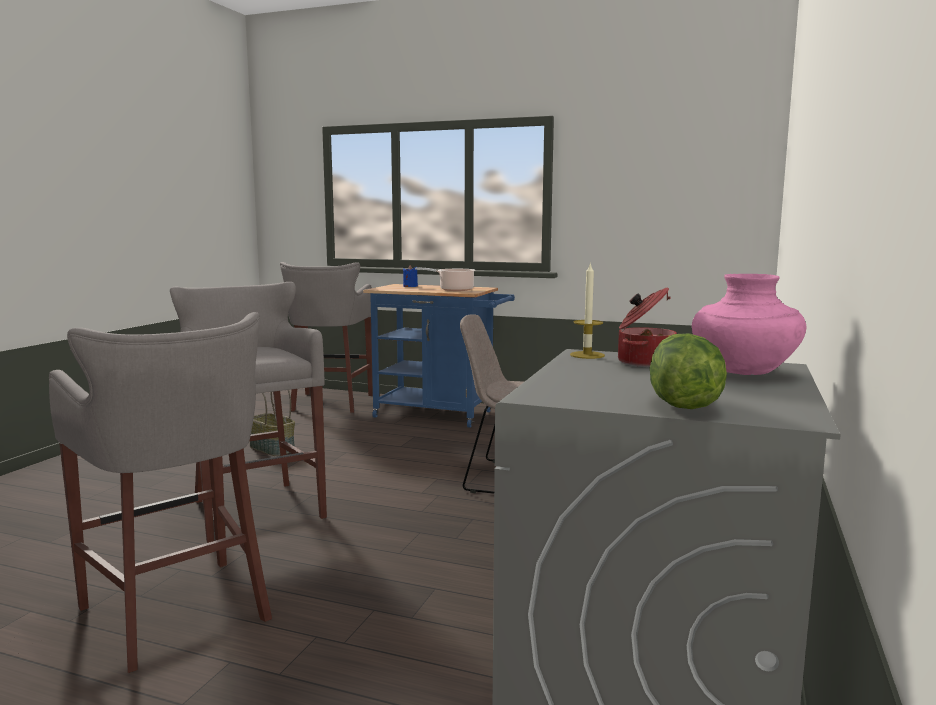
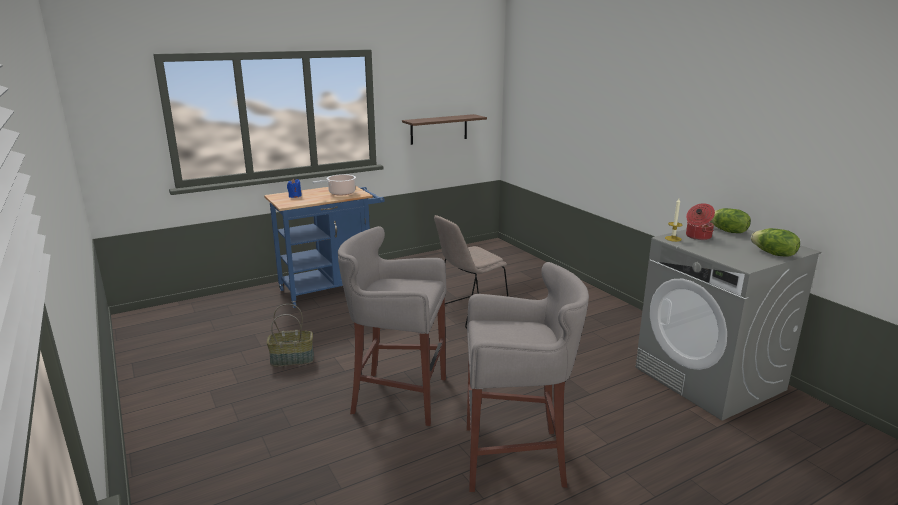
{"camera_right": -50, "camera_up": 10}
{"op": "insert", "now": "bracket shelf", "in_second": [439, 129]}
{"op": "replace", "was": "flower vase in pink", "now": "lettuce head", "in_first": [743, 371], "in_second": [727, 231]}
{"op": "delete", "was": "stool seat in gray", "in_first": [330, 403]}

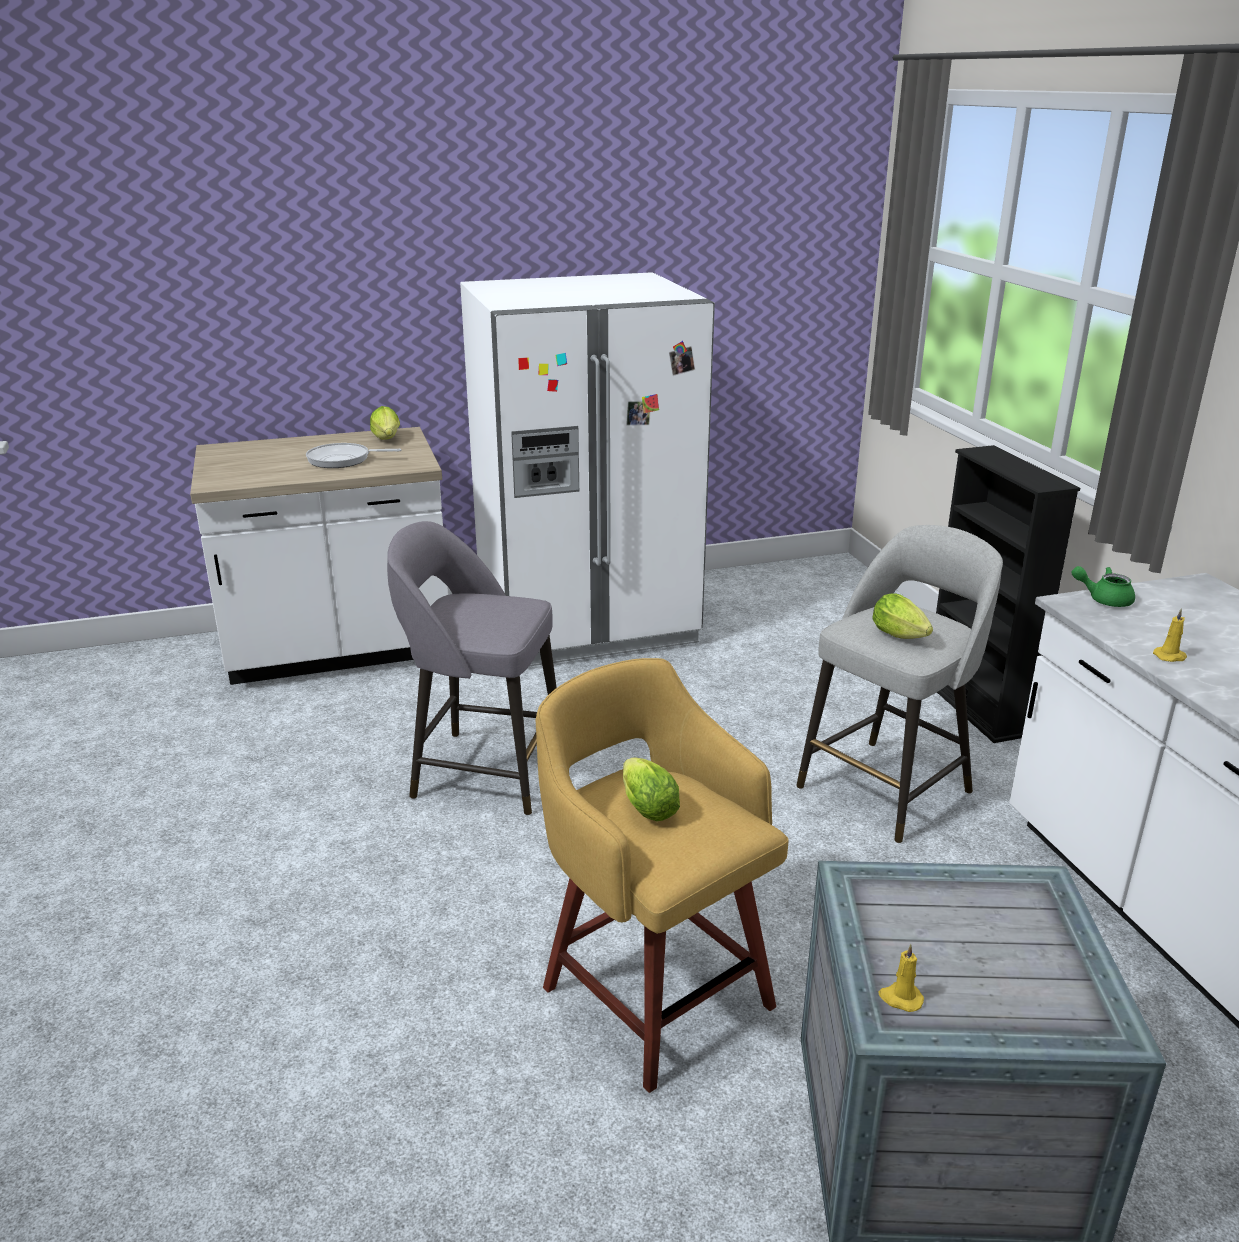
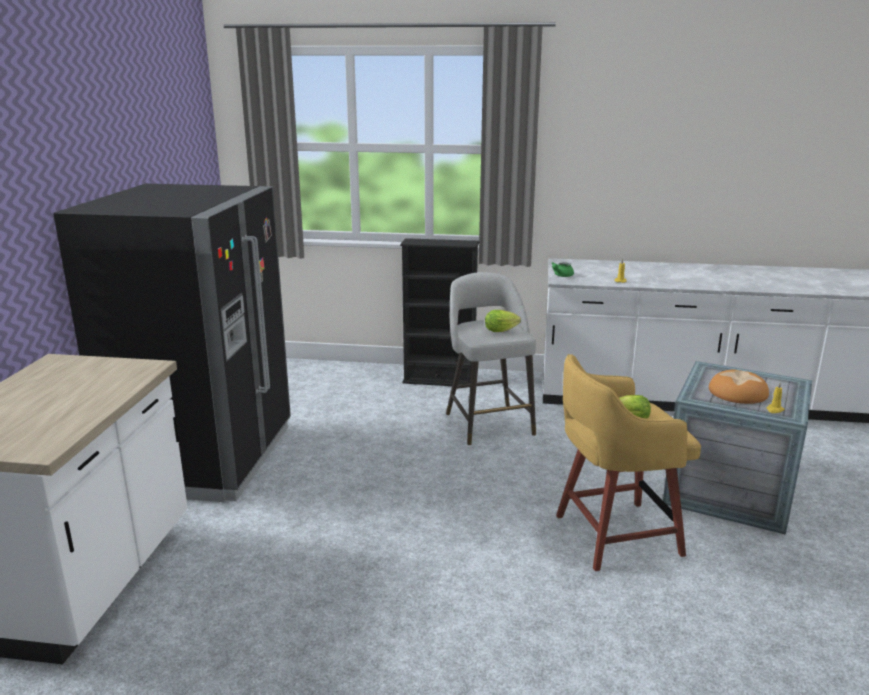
{"camera_right": -65, "camera_up": -5}
{"op": "recolor", "was": "fridge in white-coloured", "now": "fridge in black-coloured", "in_first": [586, 623], "in_second": [206, 458]}
{"op": "insert", "now": "baked bread", "in_second": [738, 393]}
{"op": "delete", "was": "pan", "in_first": [343, 460]}
{"op": "delete", "was": "lettuce head", "in_first": [387, 440]}
{"op": "delete", "was": "stool seat in gray", "in_first": [484, 771]}

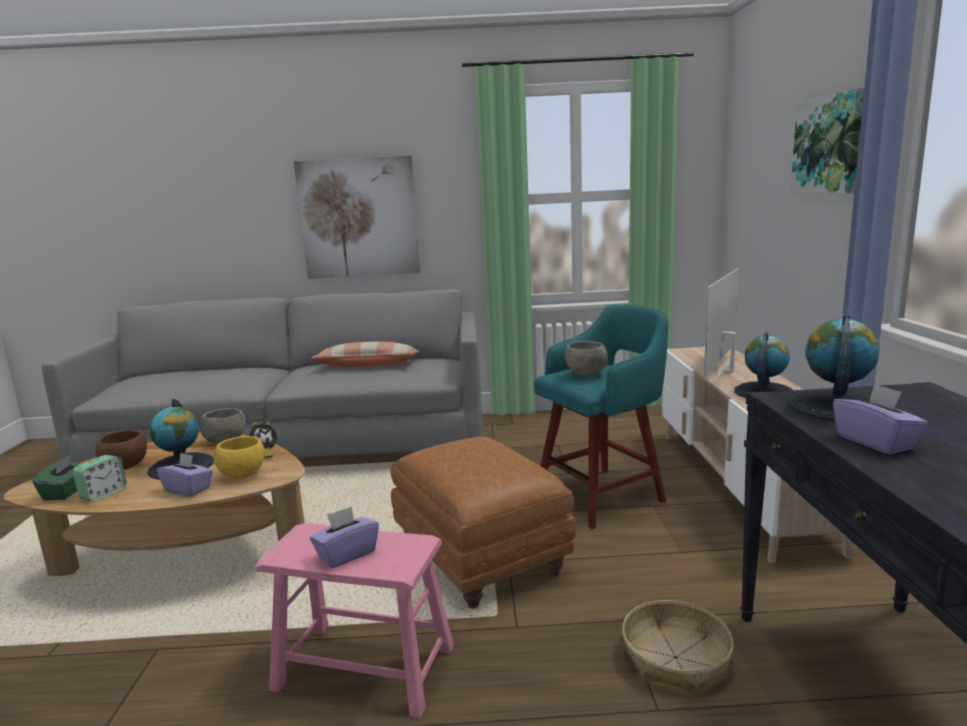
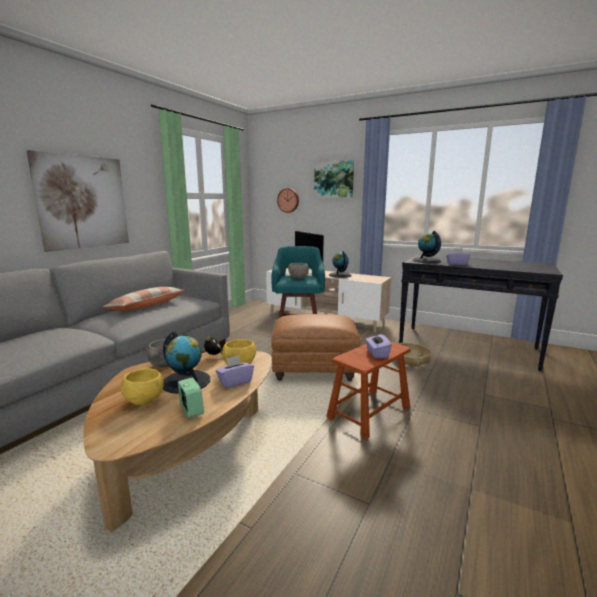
{"camera_right": -60, "camera_up": 0}
{"op": "recolor", "was": "deep dish in brown", "now": "deep dish in yellowish", "in_first": [126, 466], "in_second": [144, 401]}
{"op": "insert", "now": "clock on the wall", "in_second": [288, 200]}
{"op": "recolor", "was": "stool seat in pink", "now": "stool seat in brown", "in_first": [365, 667], "in_second": [369, 412]}
{"op": "delete", "was": "tissue box in greenish", "in_first": [67, 492]}

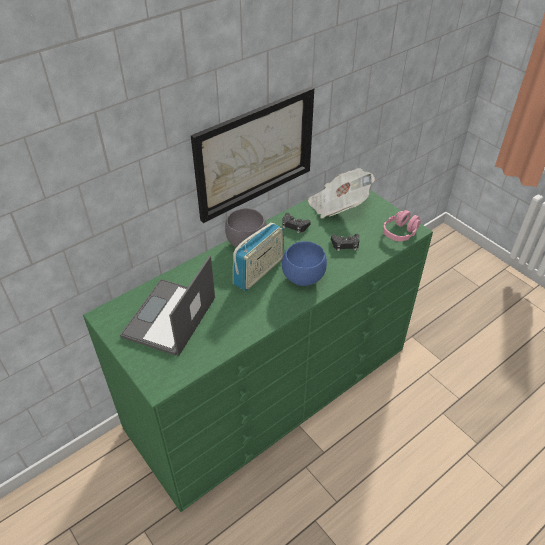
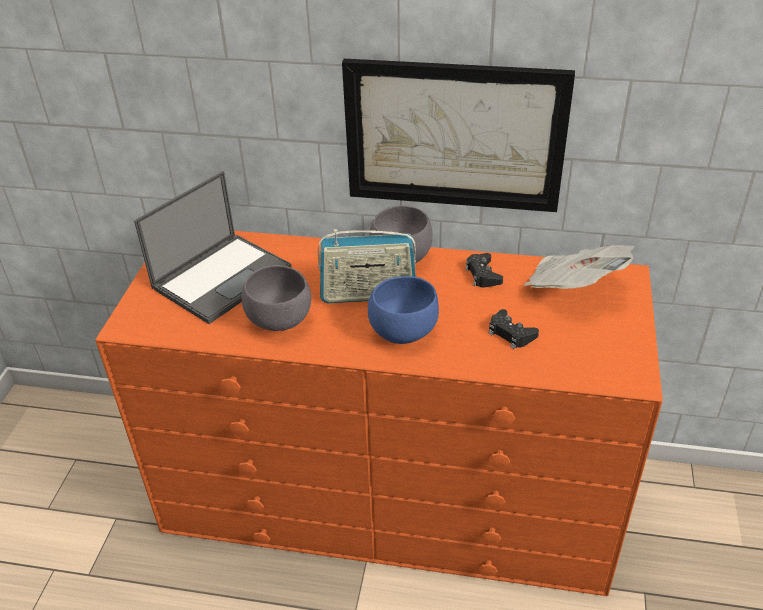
{"camera_right": 50, "camera_up": -5}
{"op": "recolor", "was": "chest of drawers in greenish", "now": "chest of drawers in orangey", "in_first": [271, 387], "in_second": [389, 496]}
{"op": "rotate", "was": "notebook computer", "in_first": [169, 318], "in_second": [223, 276], "clockwise": 150}
{"op": "insert", "now": "deep dish in gray", "in_second": [281, 320]}
{"op": "delete", "was": "headset in pink", "in_first": [400, 232]}

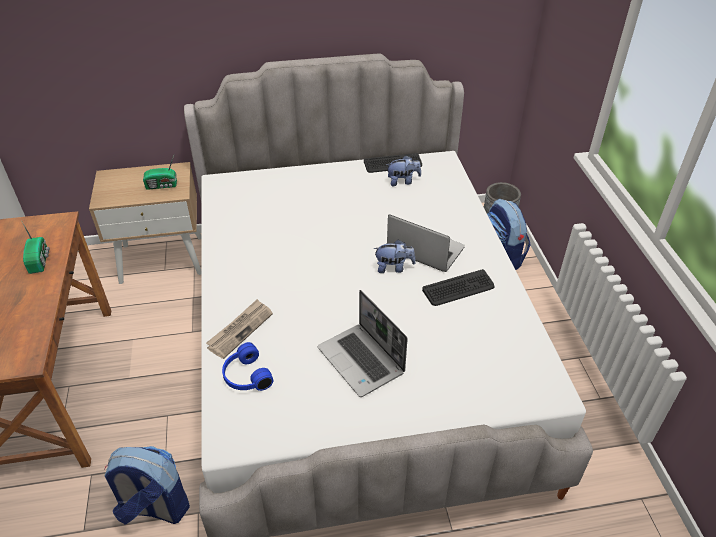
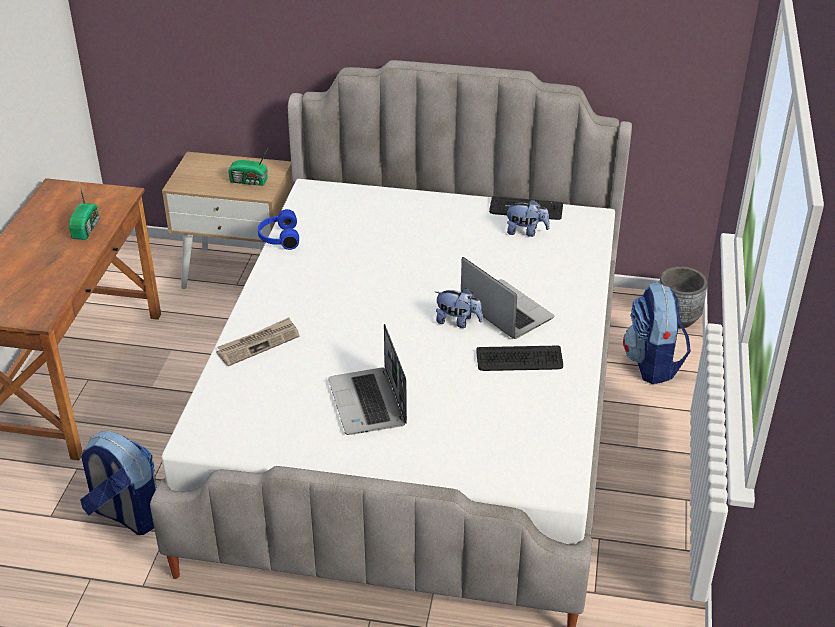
{"camera_right": 20, "camera_up": -5}
{"op": "move", "was": "headset in blue", "in_first": [245, 376], "in_second": [278, 238]}

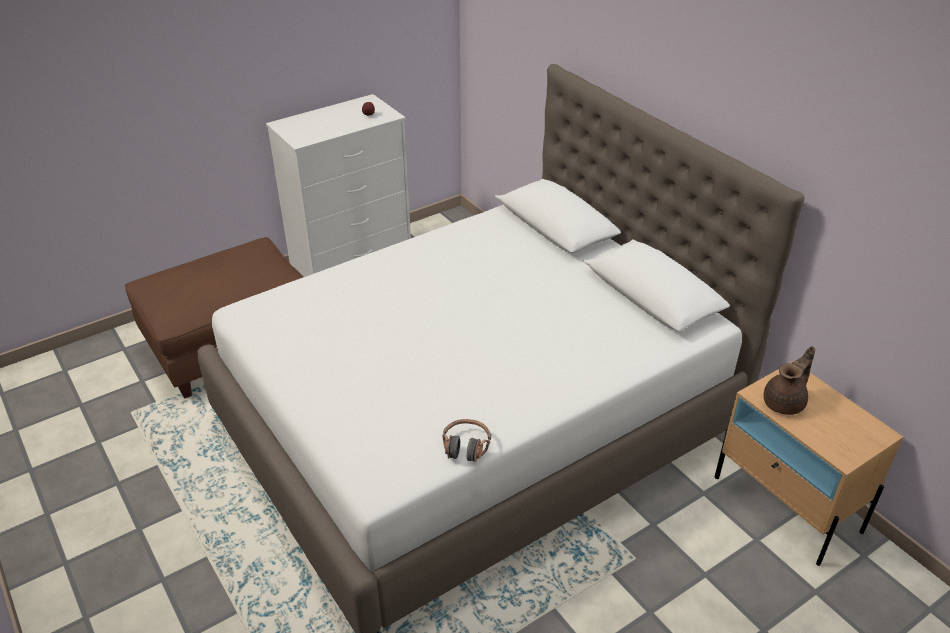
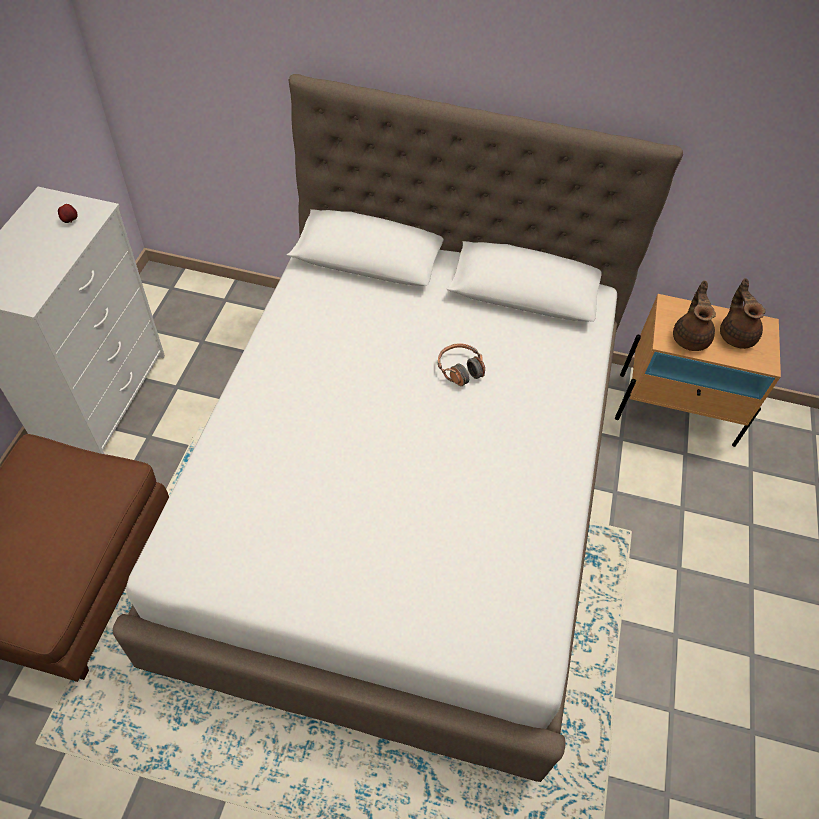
{"camera_right": -45, "camera_up": 15}
{"op": "move", "was": "headset", "in_first": [466, 446], "in_second": [460, 369]}
{"op": "insert", "now": "tea pot in brown", "in_second": [736, 335]}

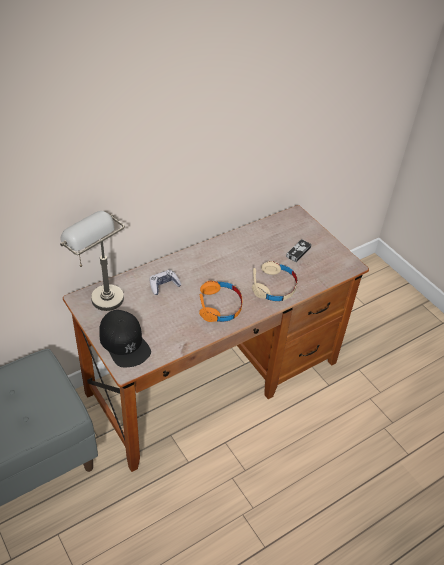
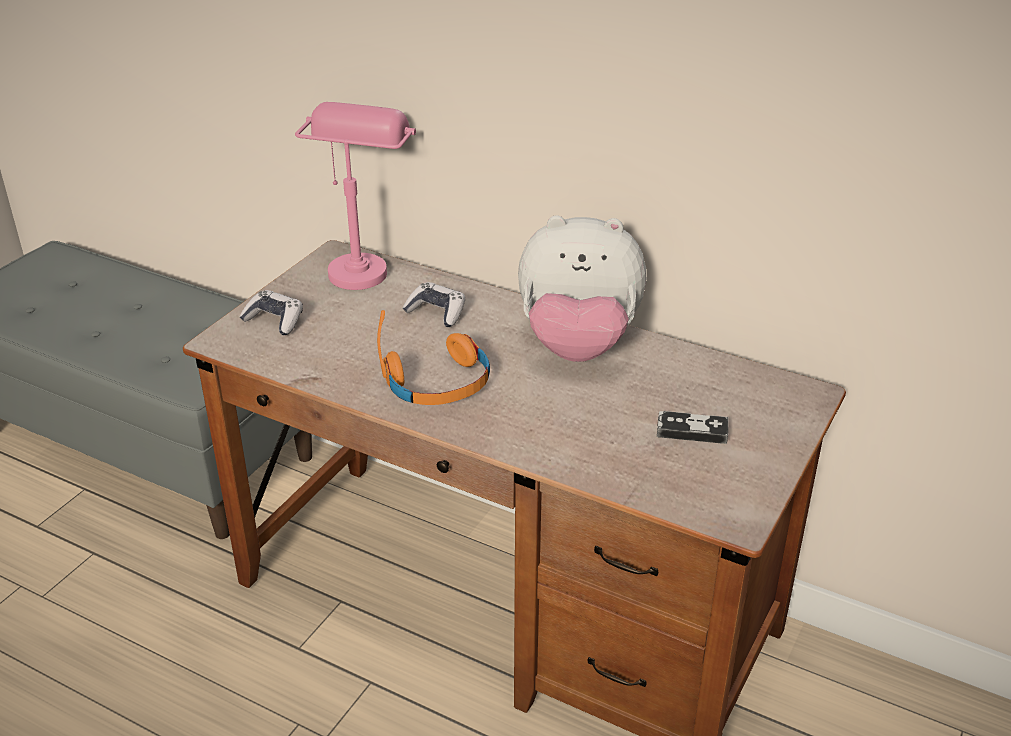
{"camera_right": 65, "camera_up": -10}
{"op": "replace", "was": "peaked cap in black-coloured", "now": "gamepad", "in_first": [124, 342], "in_second": [274, 320]}
{"op": "recolor", "was": "tabletop lamp in gray", "now": "tabletop lamp in pink", "in_first": [99, 293], "in_second": [363, 264]}
{"op": "insert", "now": "soft toy", "in_second": [578, 345]}
{"op": "delete", "was": "headset in beige-coloured", "in_first": [275, 287]}

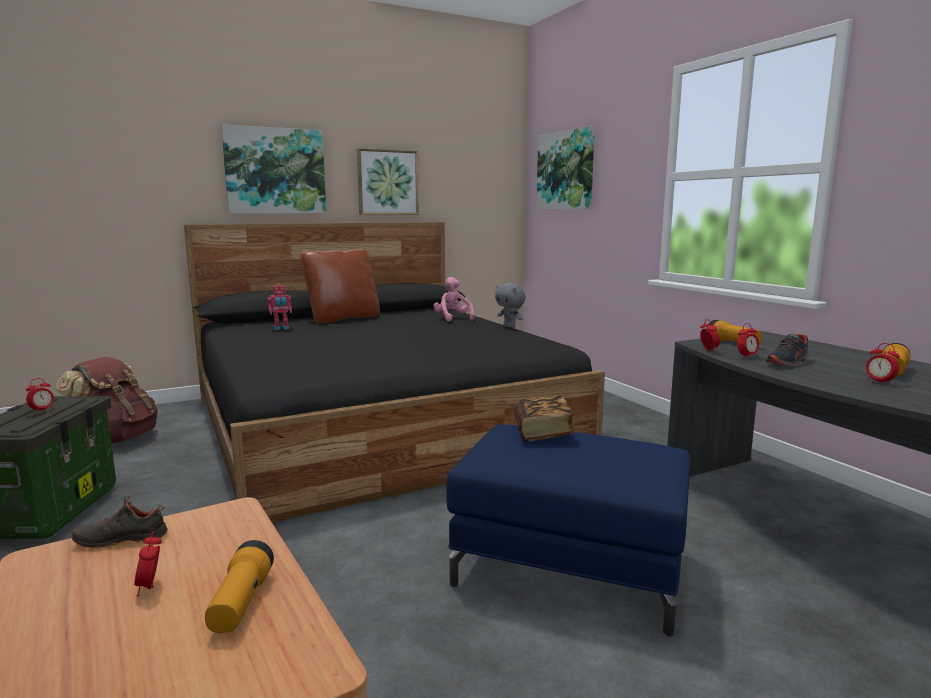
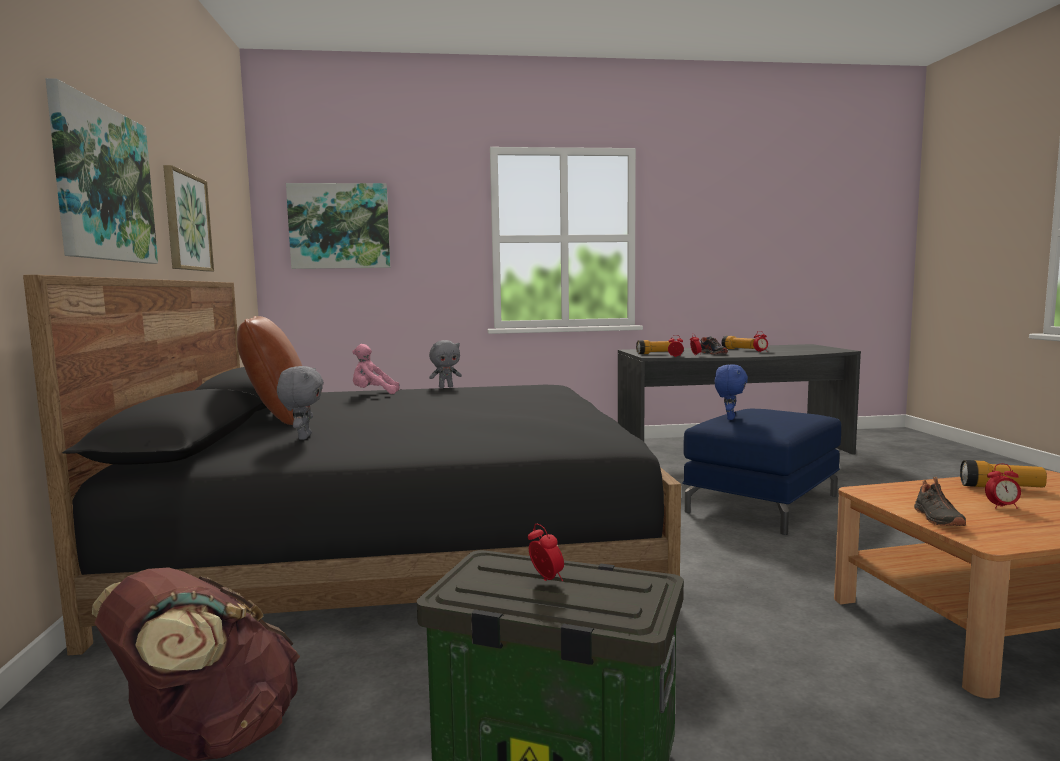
{"camera_right": -70, "camera_up": -5}
{"op": "replace", "was": "toy robot", "now": "soft toy in gray", "in_first": [281, 328], "in_second": [303, 437]}
{"op": "replace", "was": "book", "now": "soft toy in blue", "in_first": [543, 433], "in_second": [729, 418]}

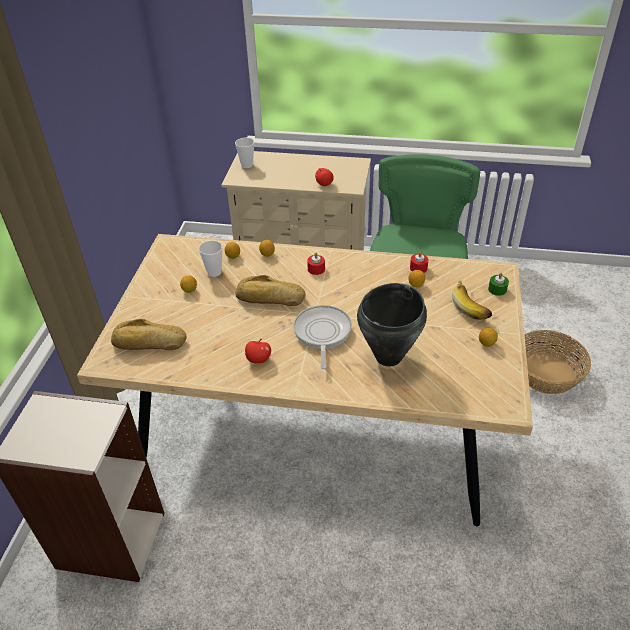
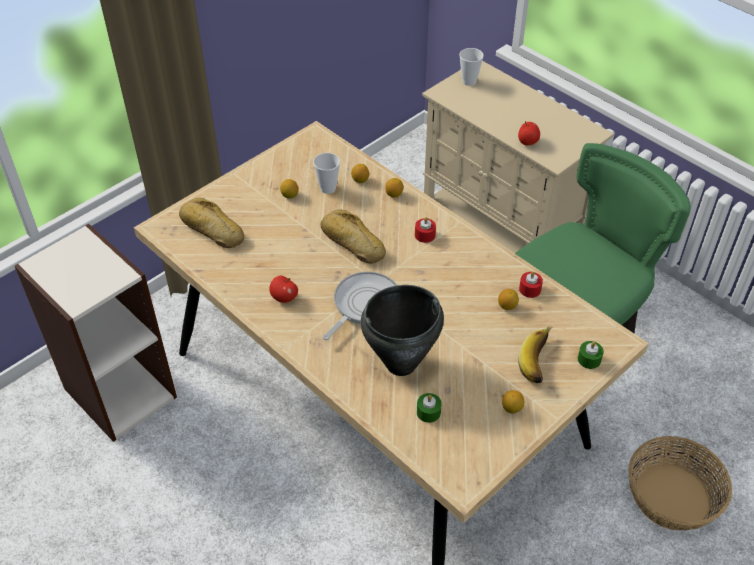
{"camera_right": 35, "camera_up": 5}
{"op": "insert", "now": "candle in greenish", "in_second": [428, 412]}

